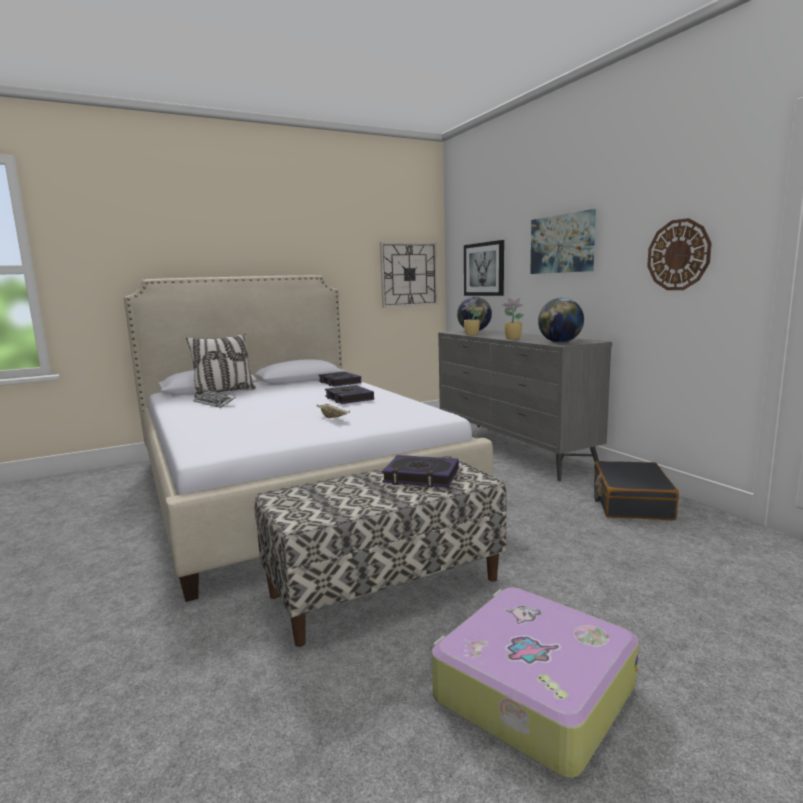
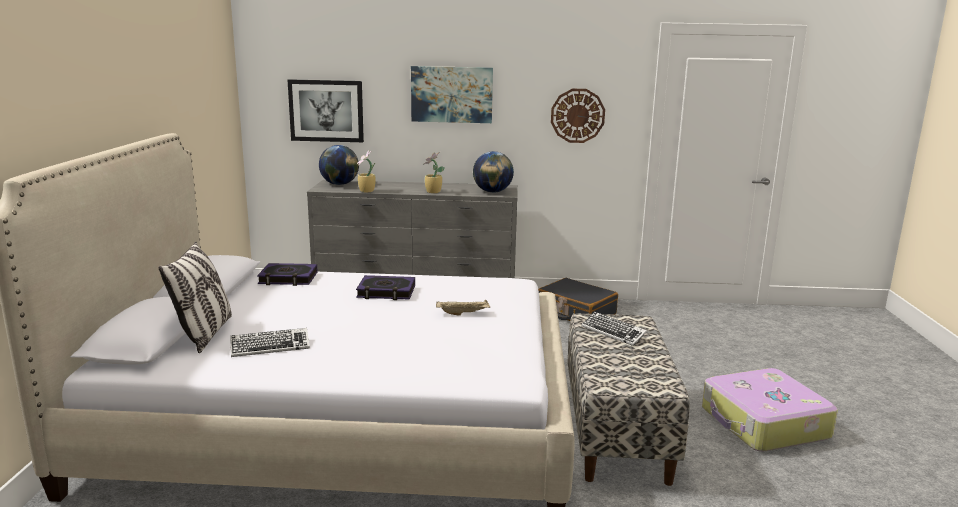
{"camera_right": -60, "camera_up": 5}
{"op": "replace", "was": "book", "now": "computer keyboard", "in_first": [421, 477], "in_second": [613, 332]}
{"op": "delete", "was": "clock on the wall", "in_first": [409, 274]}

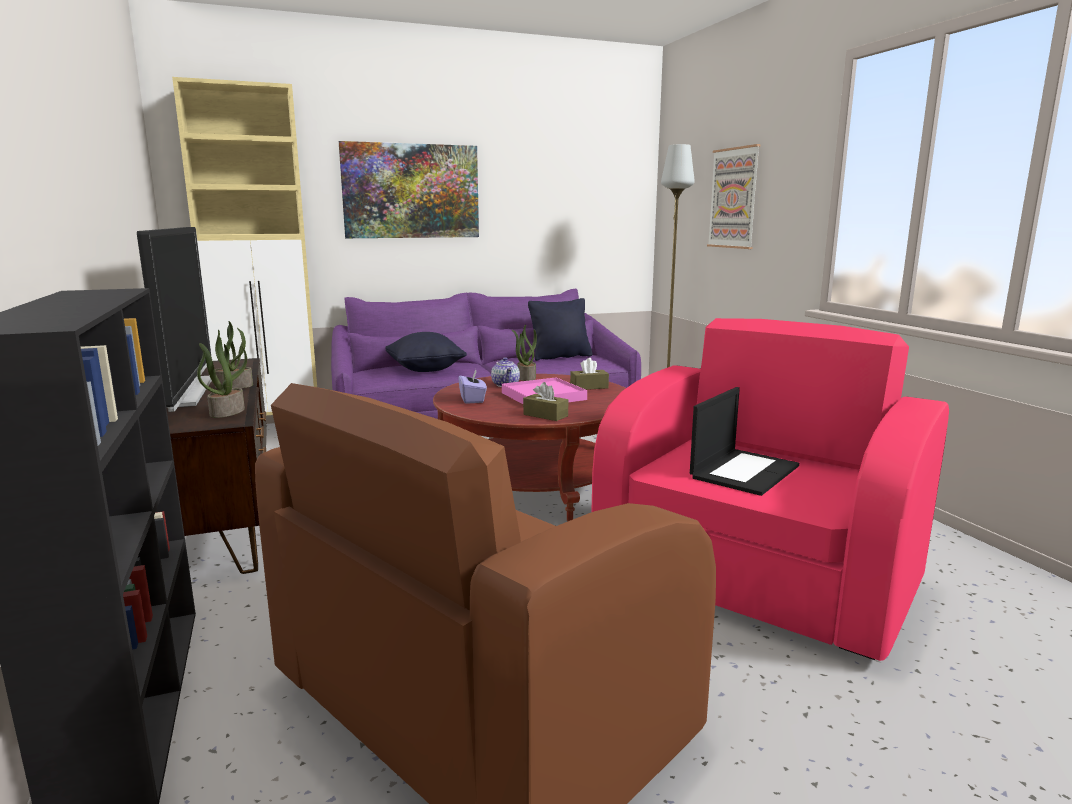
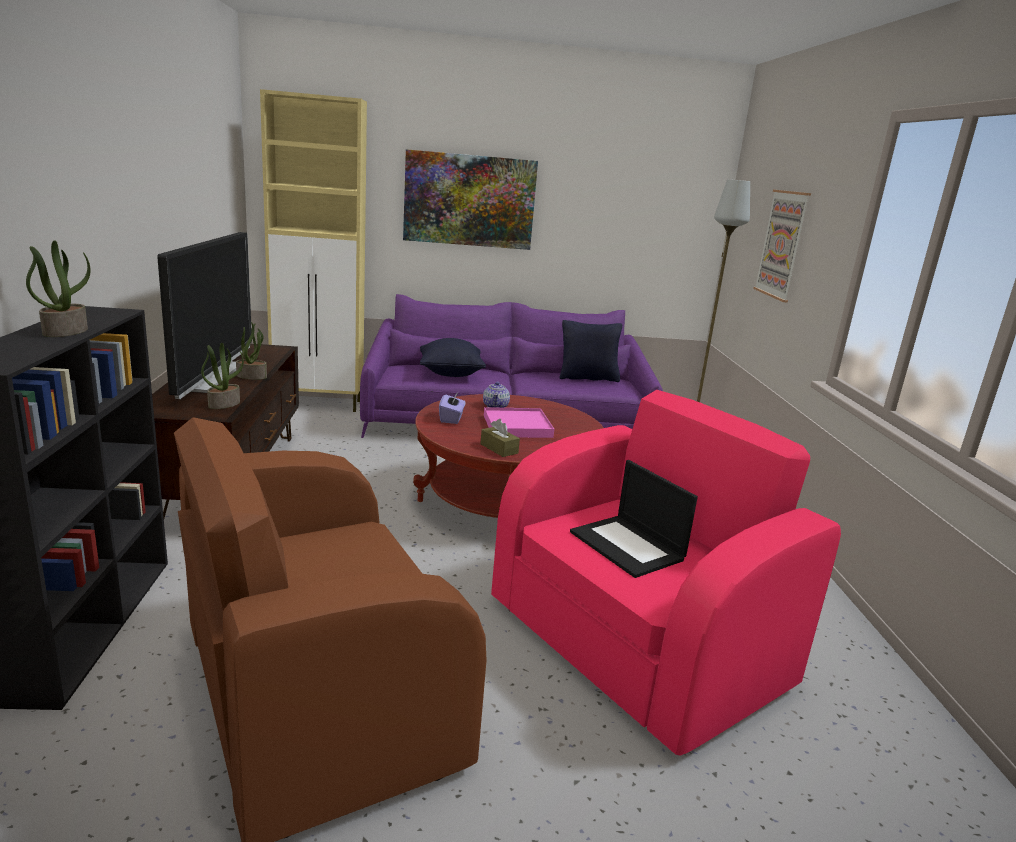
{"camera_right": 15, "camera_up": 5}
{"op": "move", "was": "potted plant", "in_first": [526, 377], "in_second": [65, 331]}
{"op": "rotate", "was": "notebook computer", "in_first": [744, 471], "in_second": [628, 546], "clockwise": 90}
{"op": "delete", "was": "tissue box in brown", "in_first": [589, 387]}

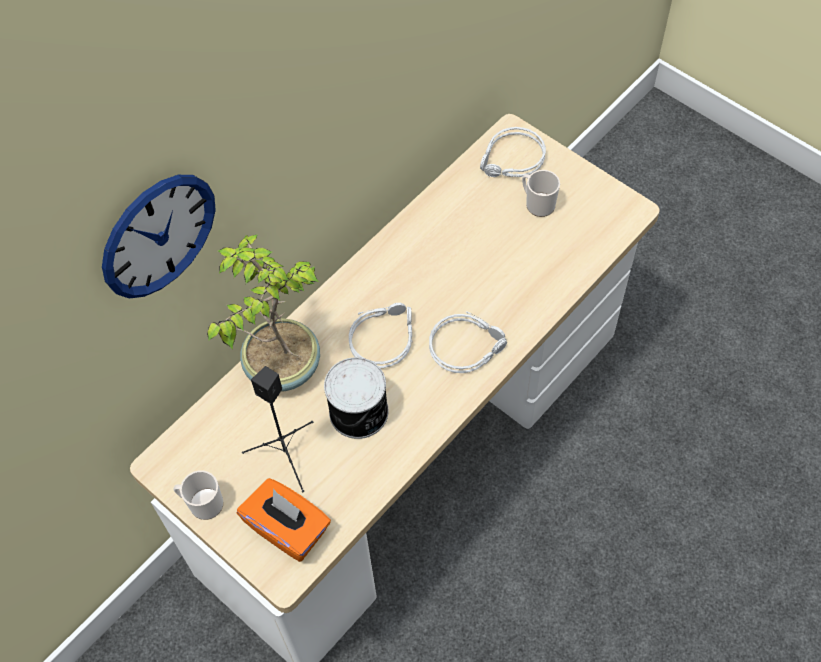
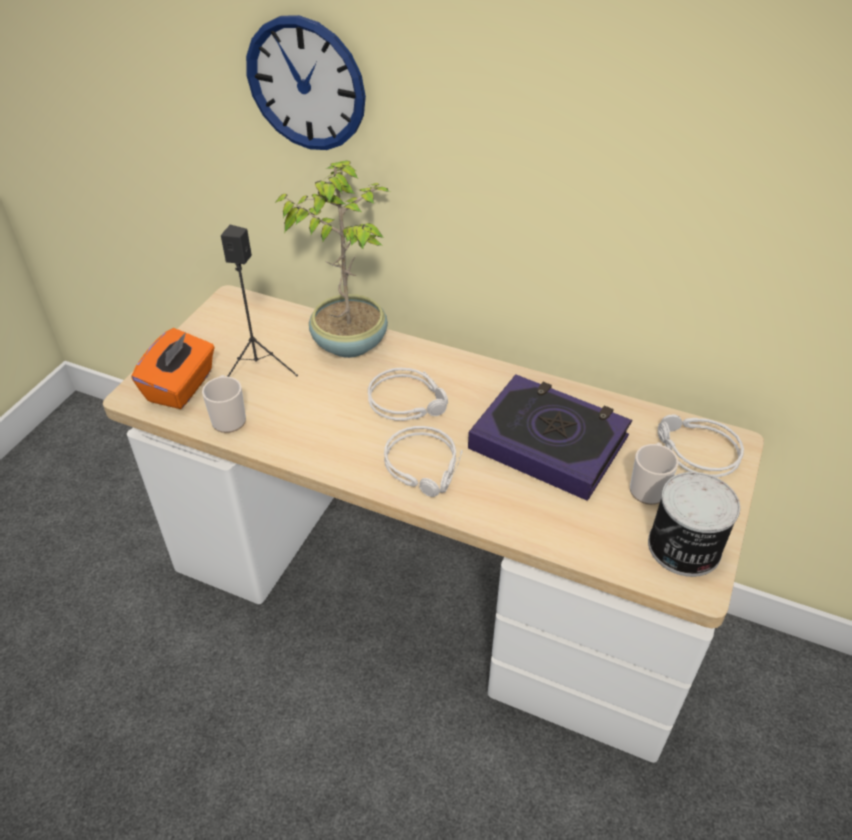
{"camera_right": 70, "camera_up": -15}
{"op": "move", "was": "tea mug", "in_first": [202, 504], "in_second": [229, 418]}
{"op": "insert", "now": "book", "in_second": [548, 442]}
{"op": "move", "was": "sealed can", "in_first": [360, 413], "in_second": [683, 548]}

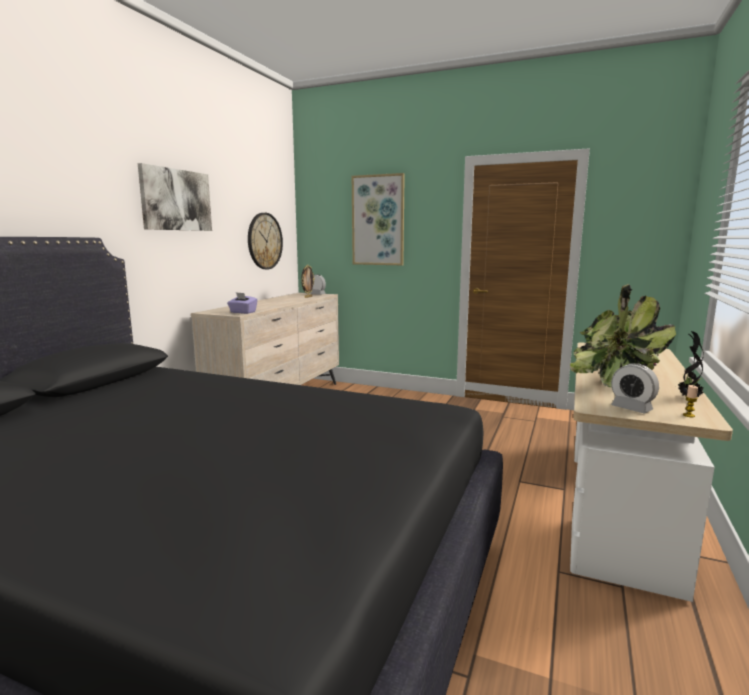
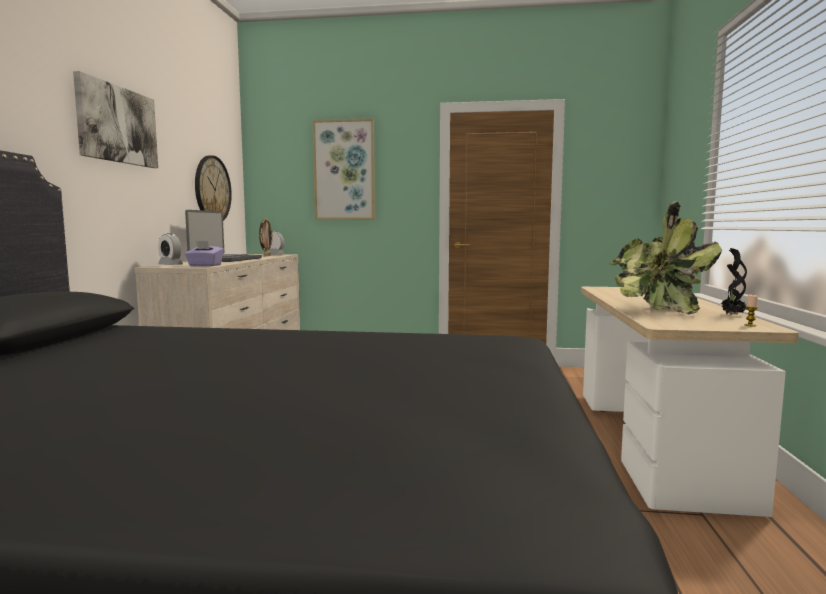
{"camera_right": -15, "camera_up": -5}
{"op": "move", "was": "alarm clock", "in_first": [631, 408], "in_second": [170, 265]}
{"op": "insert", "now": "notebook computer", "in_second": [225, 259]}

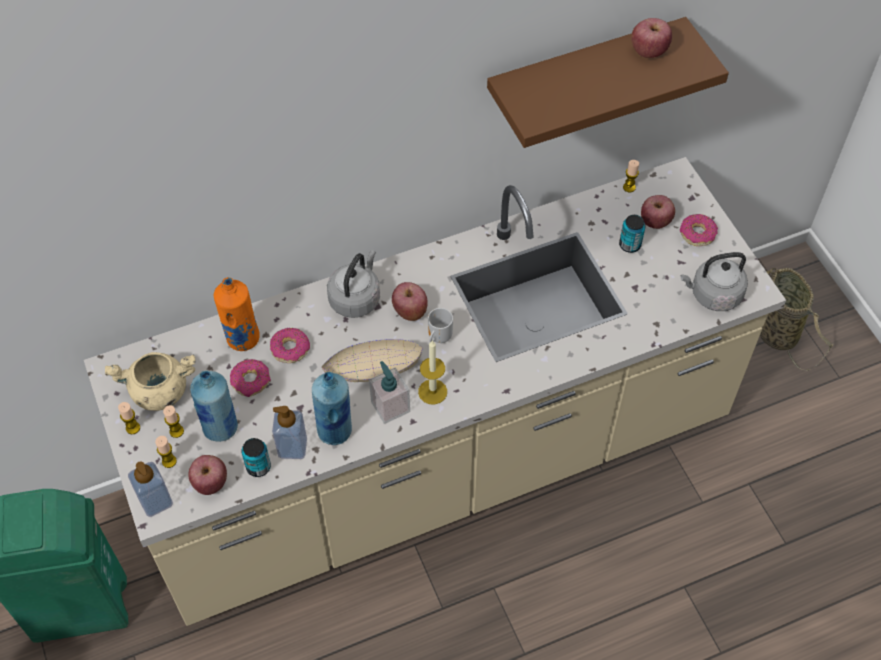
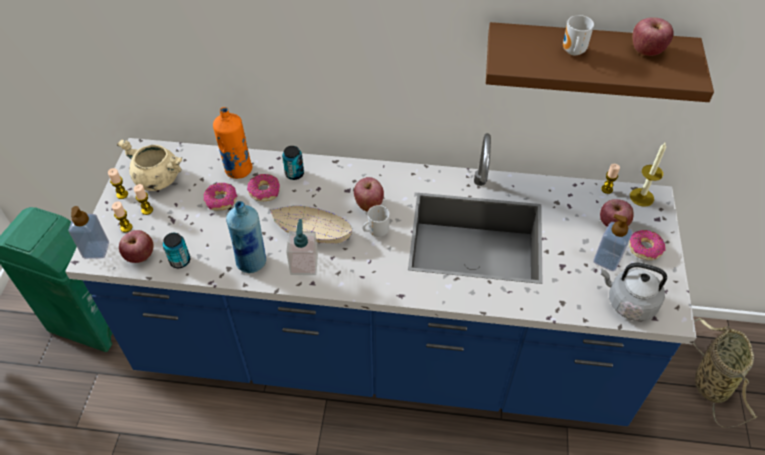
{"camera_right": 30, "camera_up": -5}
{"op": "recolor", "was": "counter in beige-coloured", "now": "counter in blue", "in_first": [440, 463], "in_second": [382, 351]}
{"op": "move", "was": "sealed can", "in_first": [630, 245], "in_second": [294, 174]}
{"op": "insert", "now": "tea mug", "in_second": [572, 52]}
{"op": "move", "was": "soap bottle", "in_first": [292, 447], "in_second": [607, 260]}
{"op": "move", "was": "candle", "in_first": [432, 391], "in_second": [641, 197]}
{"op": "delete", "was": "drink bottle in blue", "in_first": [221, 428]}
{"op": "delete", "was": "kettle in gray", "in_first": [356, 298]}

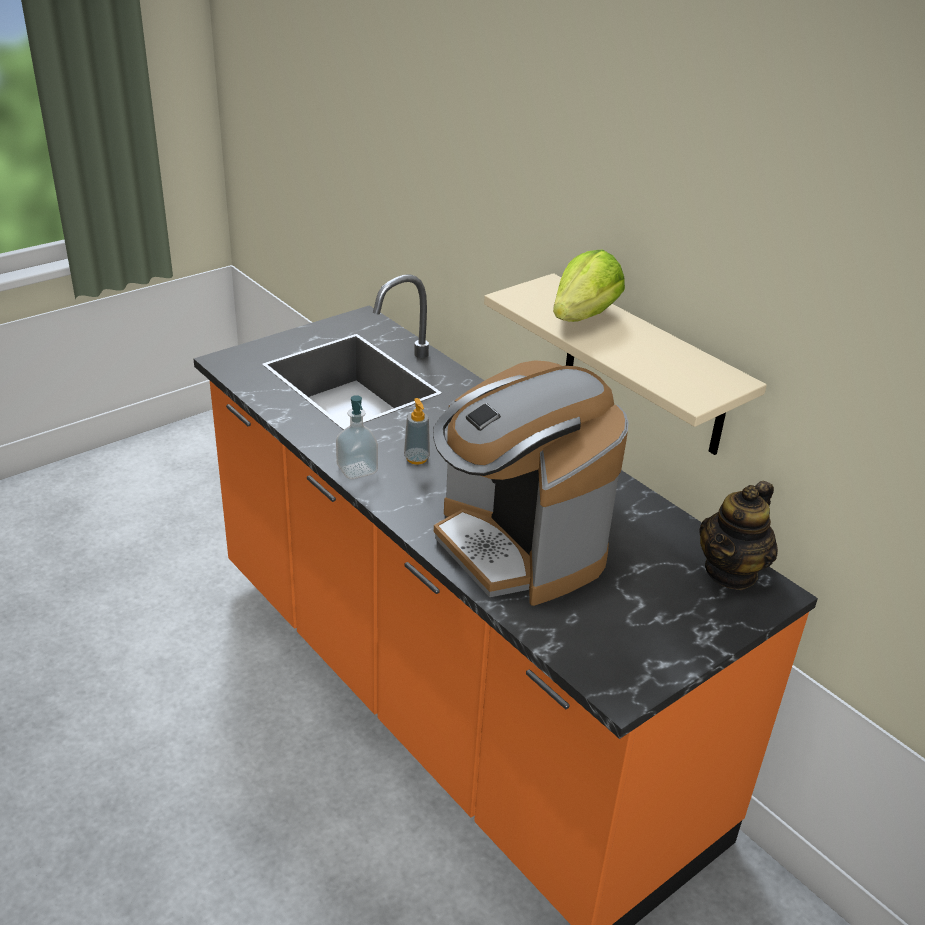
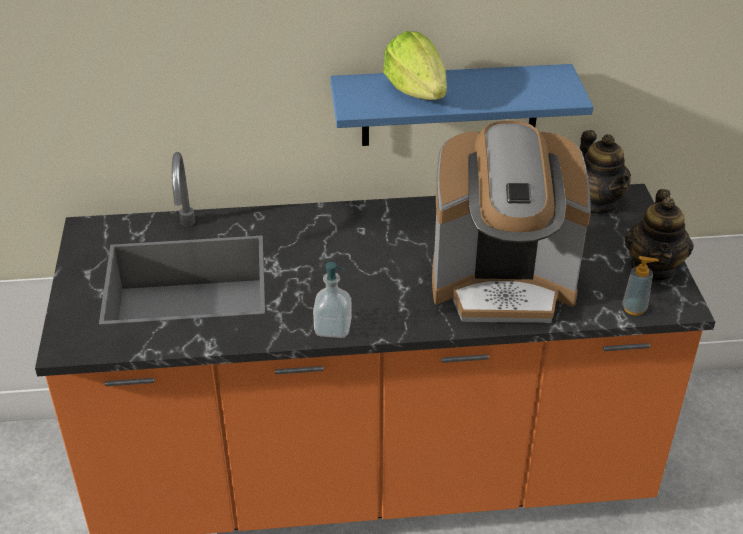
{"camera_right": -55, "camera_up": 5}
{"op": "recolor", "was": "bracket shelf in beige-coloured", "now": "bracket shelf in blue", "in_first": [644, 366], "in_second": [450, 105]}
{"op": "move", "was": "soap bottle", "in_first": [416, 458], "in_second": [634, 308]}
{"op": "insert", "now": "tea pot", "in_second": [653, 268]}

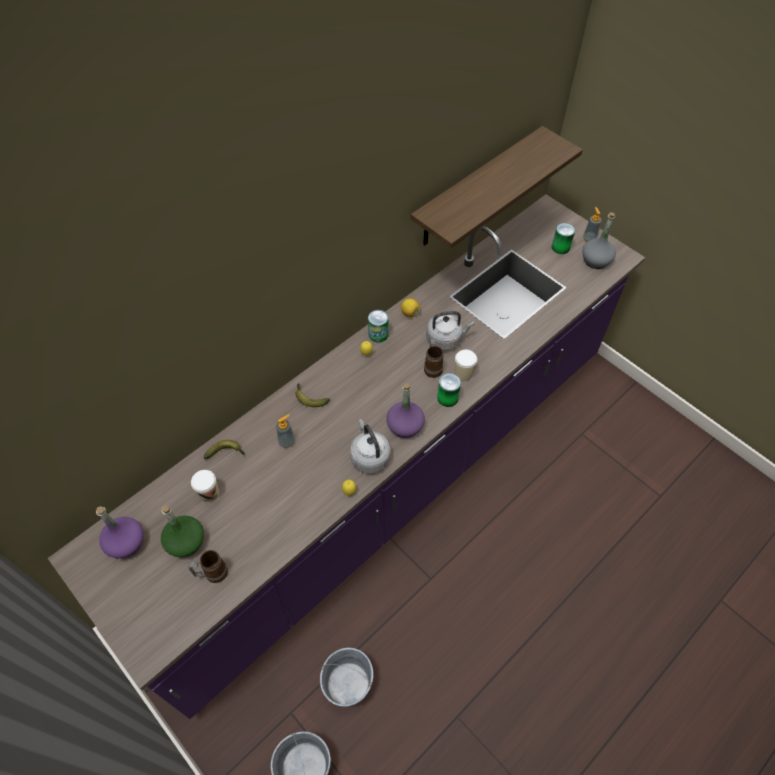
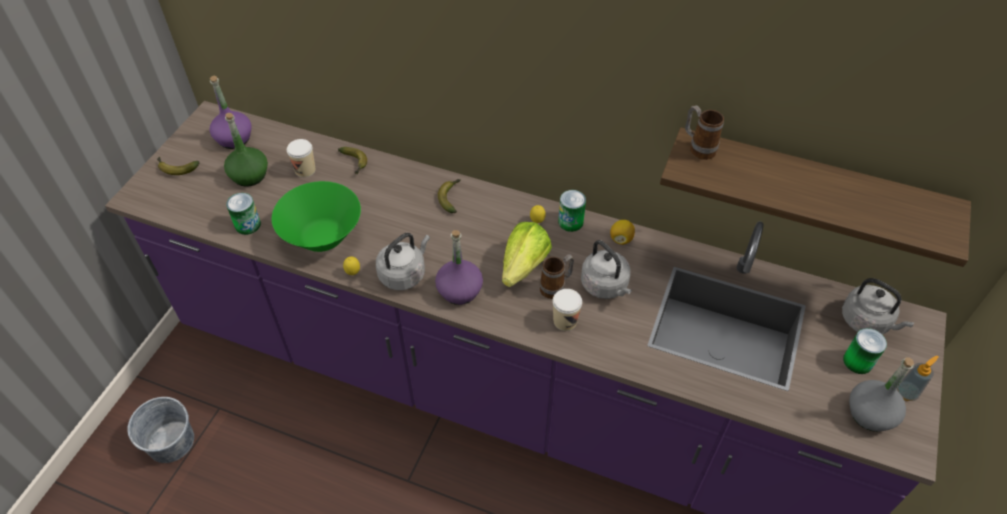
{"camera_right": 65, "camera_up": -5}
{"op": "insert", "now": "banana", "in_second": [176, 168]}
{"op": "move", "was": "sealed can", "in_first": [447, 398], "in_second": [248, 225]}
{"op": "insert", "now": "deep dish in greenish", "in_second": [322, 236]}
{"op": "insert", "now": "lettuce head", "in_second": [524, 266]}
{"op": "move", "was": "tea mug", "in_first": [212, 574], "in_second": [698, 148]}
{"op": "insert", "now": "kettle in gray", "in_second": [867, 321]}
{"op": "delete", "was": "soap bottle", "in_first": [287, 442]}
{"op": "delete", "was": "pail in gray", "in_first": [347, 684]}

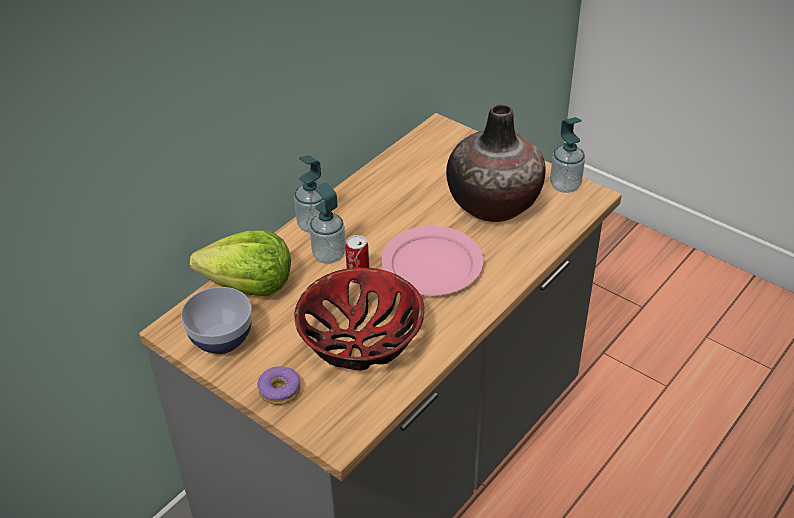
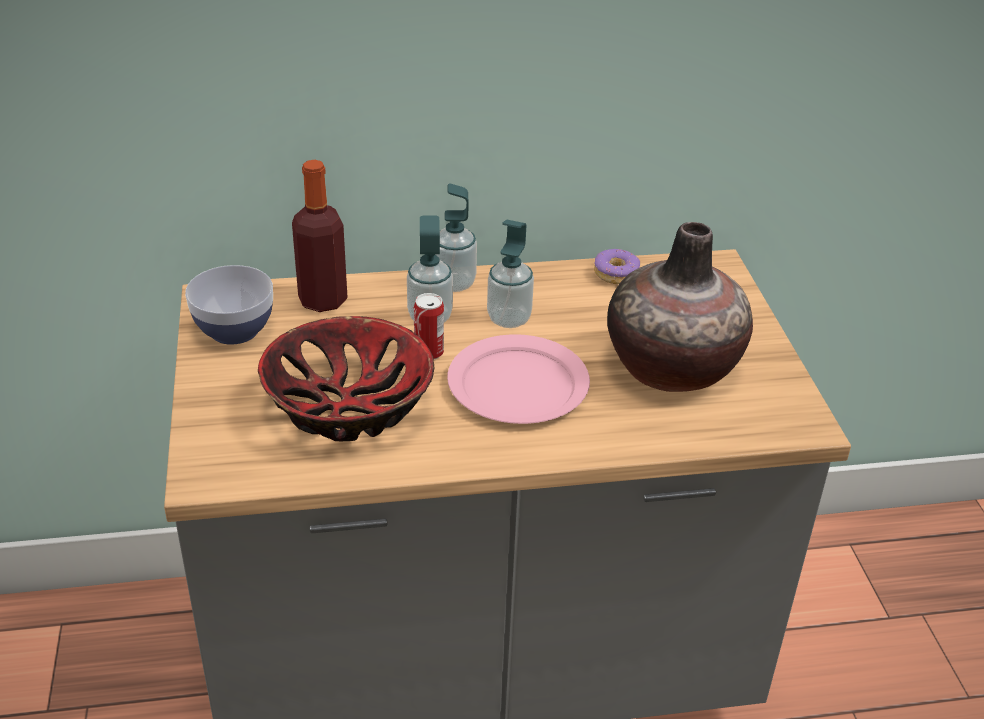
{"camera_right": 40, "camera_up": -5}
{"op": "replace", "was": "lettuce head", "now": "drink bottle", "in_first": [249, 285], "in_second": [323, 300]}
{"op": "move", "was": "soap bottle", "in_first": [565, 186], "in_second": [509, 319]}
{"op": "move", "was": "ring doughnut", "in_first": [280, 390], "in_second": [616, 274]}

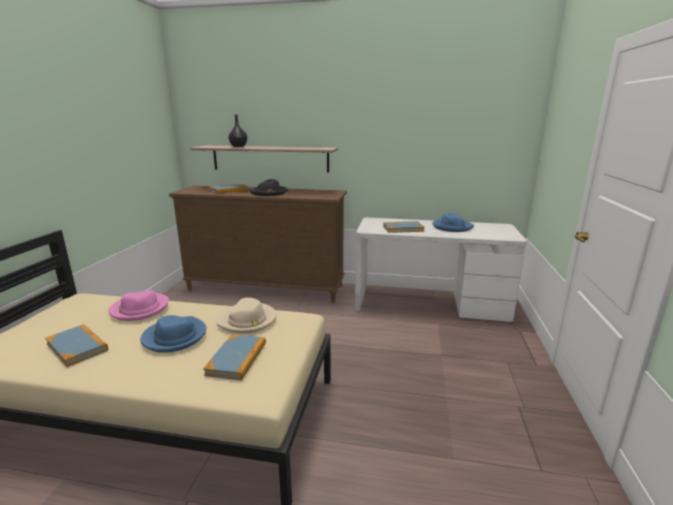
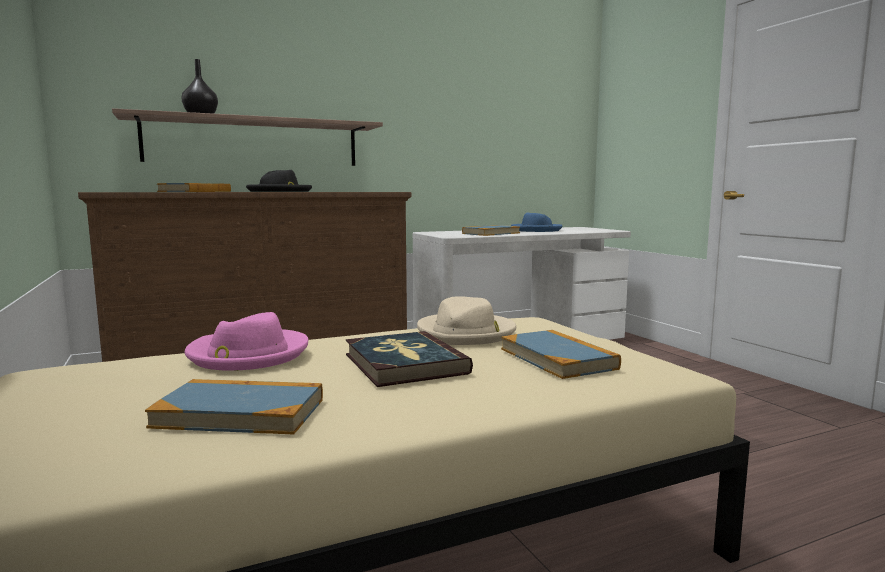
{"camera_right": -35, "camera_up": -10}
{"op": "replace", "was": "wearable hat in blue", "now": "book", "in_first": [174, 337], "in_second": [404, 364]}

